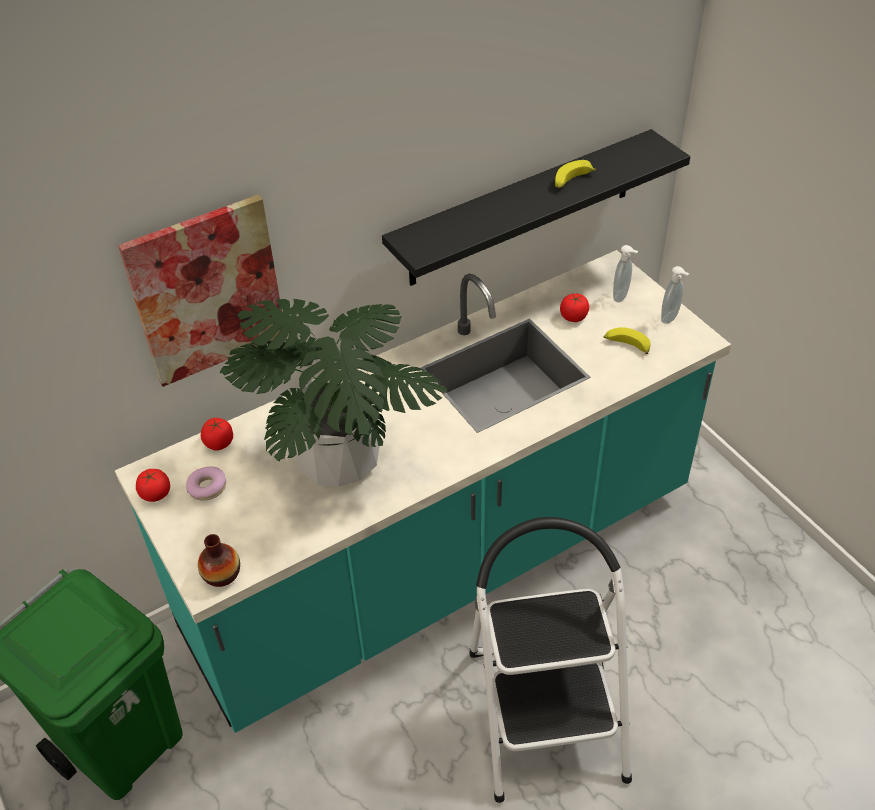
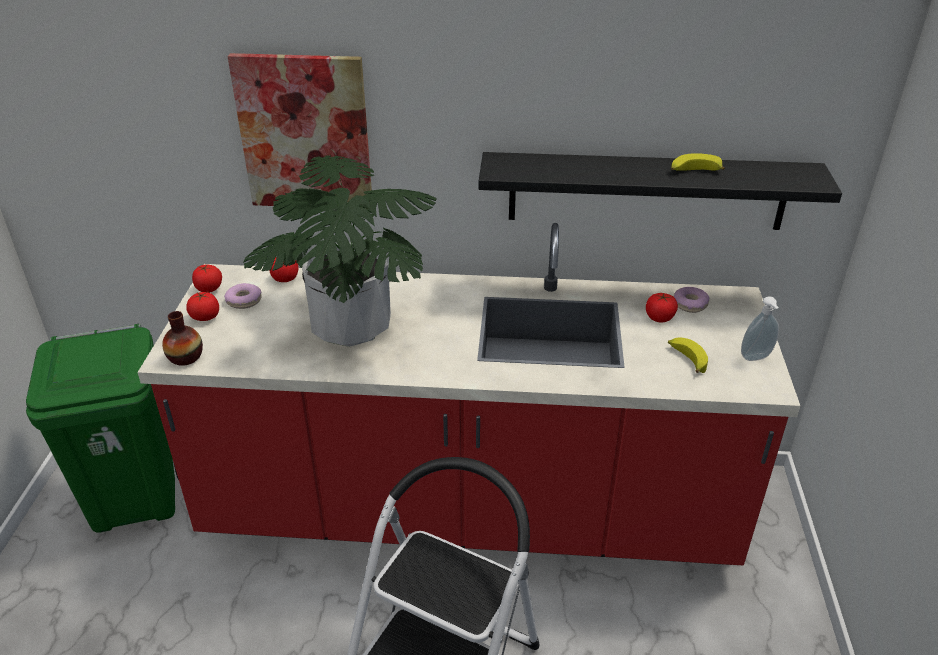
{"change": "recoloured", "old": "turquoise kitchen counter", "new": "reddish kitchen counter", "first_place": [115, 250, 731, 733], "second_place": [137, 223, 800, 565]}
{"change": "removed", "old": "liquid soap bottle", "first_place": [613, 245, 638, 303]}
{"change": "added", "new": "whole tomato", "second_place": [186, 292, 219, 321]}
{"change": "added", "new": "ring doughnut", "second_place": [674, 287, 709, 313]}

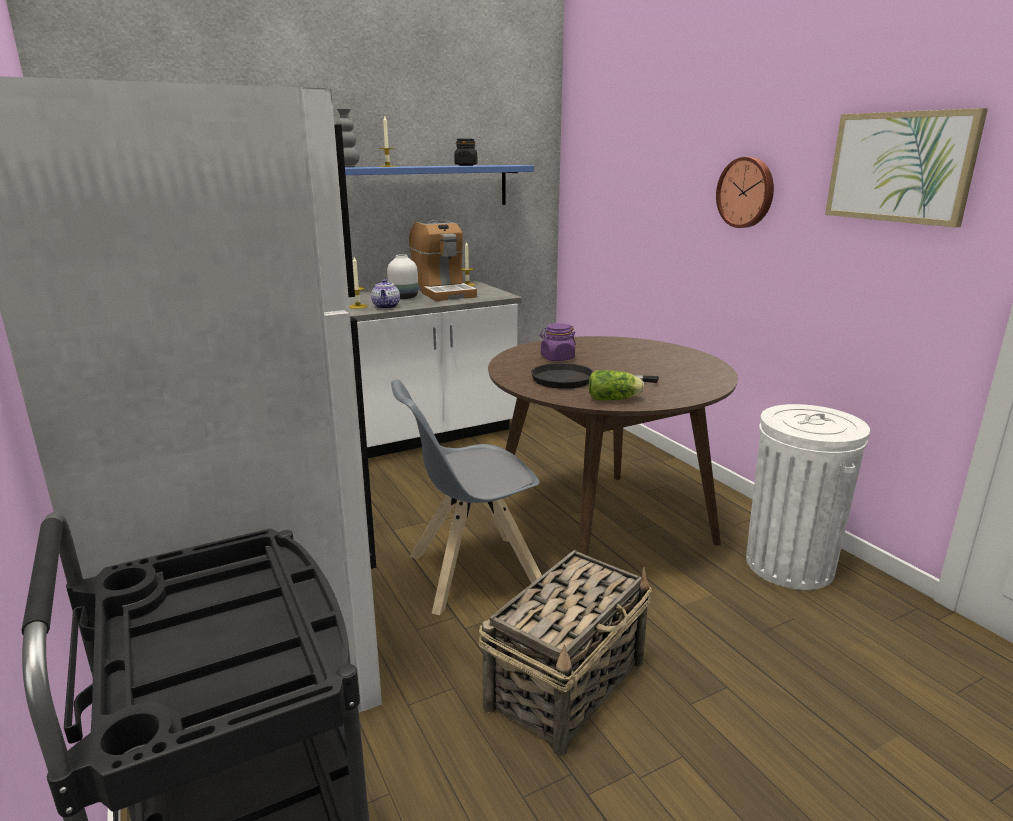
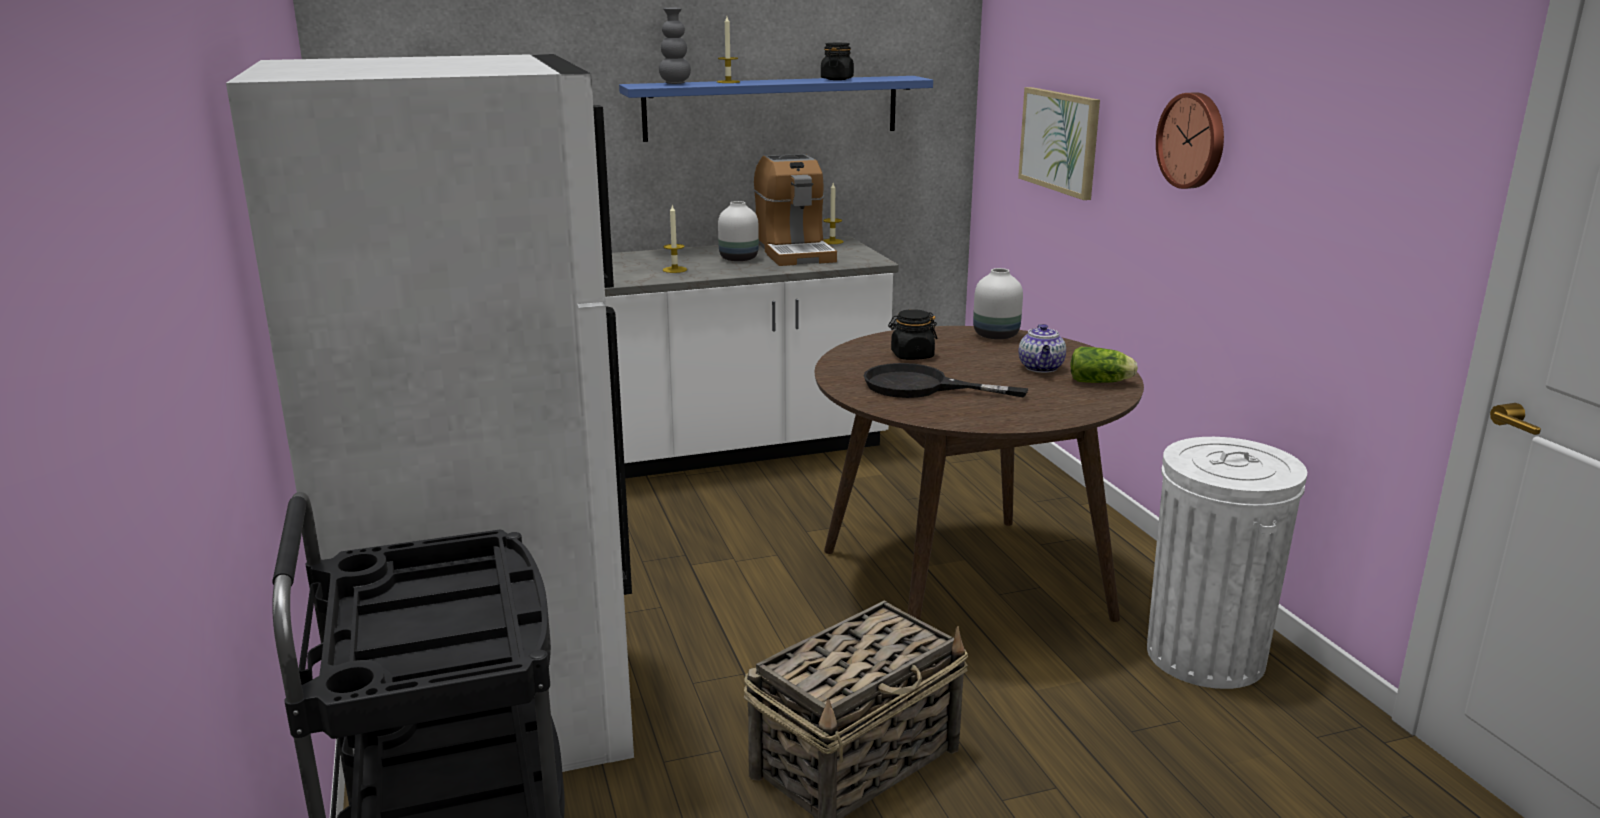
{"change": "moved", "old": "teapot", "first_place": [371, 279, 400, 309], "second_place": [1018, 324, 1066, 373]}
{"change": "removed", "old": "grey upright chair", "first_place": [391, 379, 542, 615]}
{"change": "recoloured", "old": "purple storage jar", "new": "blackish storage jar", "first_place": [540, 323, 576, 361], "second_place": [888, 309, 937, 360]}
{"change": "moved", "old": "lettuce head", "first_place": [589, 370, 644, 400], "second_place": [1070, 347, 1138, 383]}
{"change": "moved", "old": "wall art", "first_place": [825, 108, 988, 227], "second_place": [1018, 87, 1100, 200]}
{"change": "added", "new": "white vase", "second_place": [973, 268, 1023, 339]}

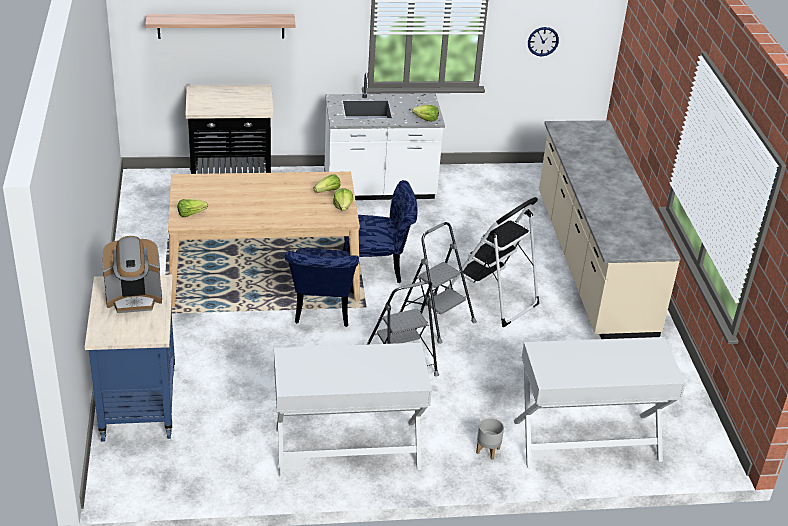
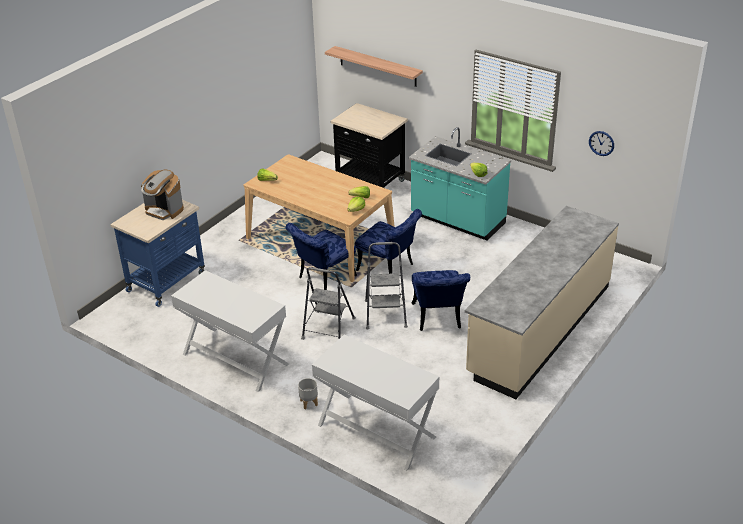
{"change": "recoloured", "old": "white kitchen counter", "new": "turquoise kitchen counter", "first_place": [324, 73, 445, 200], "second_place": [409, 127, 511, 241]}
{"change": "replaced", "old": "step ladder", "new": "blue-coloured upright chair", "first_place": [445, 197, 539, 327], "second_place": [412, 270, 470, 331]}

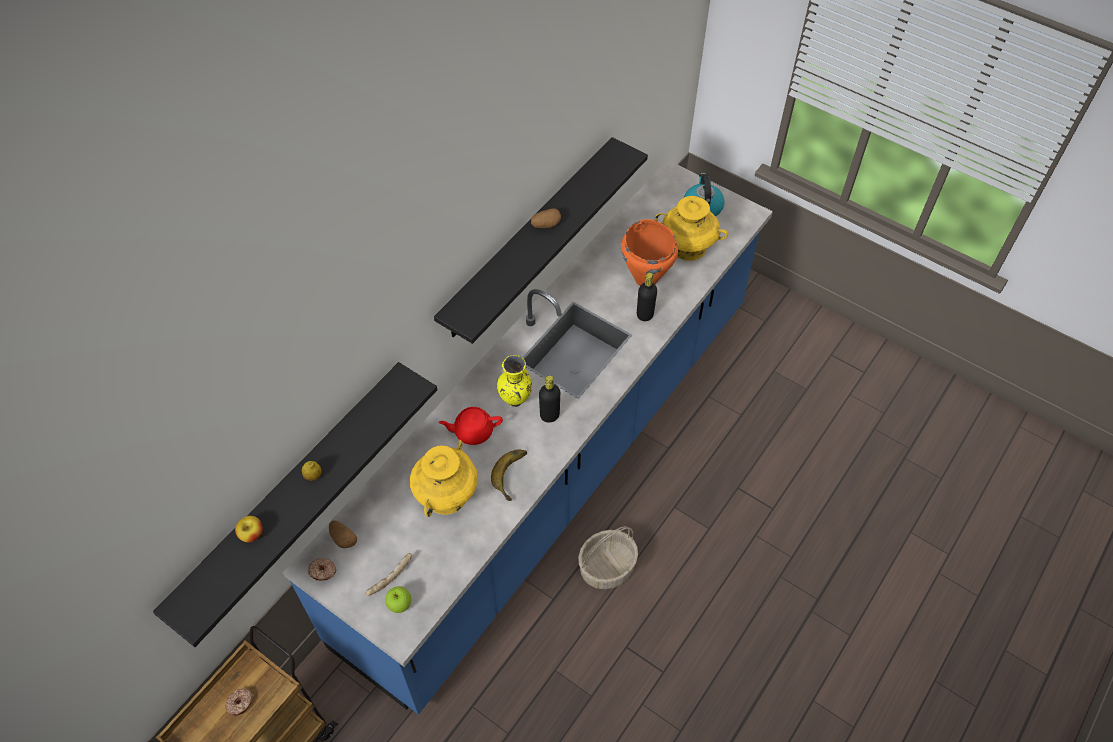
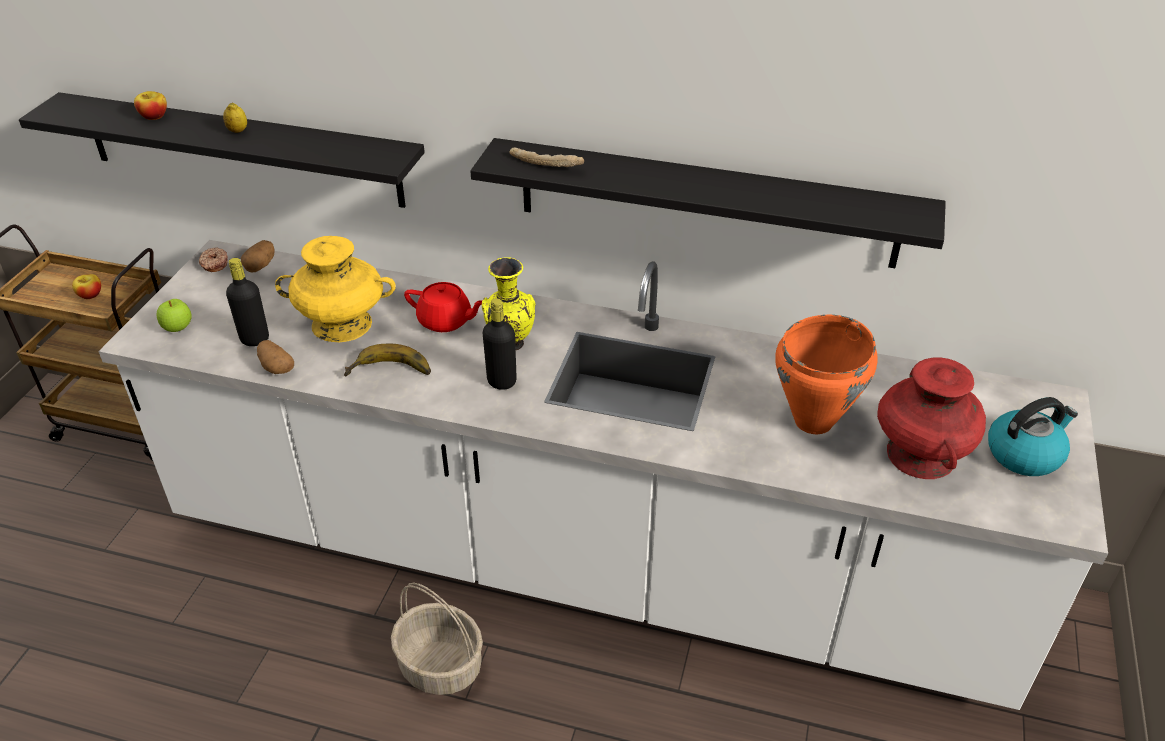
{"change": "replaced", "old": "ring doughnut", "new": "apple fruit", "first_place": [225, 688, 253, 716], "second_place": [72, 274, 101, 299]}
{"change": "recoloured", "old": "blue-coloured kitchen counter", "new": "white kitchen counter", "first_place": [283, 160, 773, 715], "second_place": [98, 240, 1108, 710]}
{"change": "moved", "old": "baked bread", "first_place": [365, 553, 412, 596], "second_place": [509, 148, 584, 167]}
{"change": "turned", "old": "reddish teapot", "first_place": [438, 407, 503, 445], "second_place": [404, 282, 482, 332], "degrees": 135}
{"change": "moved", "old": "spud", "first_place": [531, 208, 561, 228], "second_place": [257, 340, 294, 374]}
{"change": "moved", "old": "blackish bottle", "first_place": [637, 273, 657, 321], "second_place": [226, 258, 269, 346]}
{"change": "recoloured", "old": "yellow vase", "new": "reddish vase", "first_place": [655, 196, 729, 261], "second_place": [877, 357, 986, 479]}

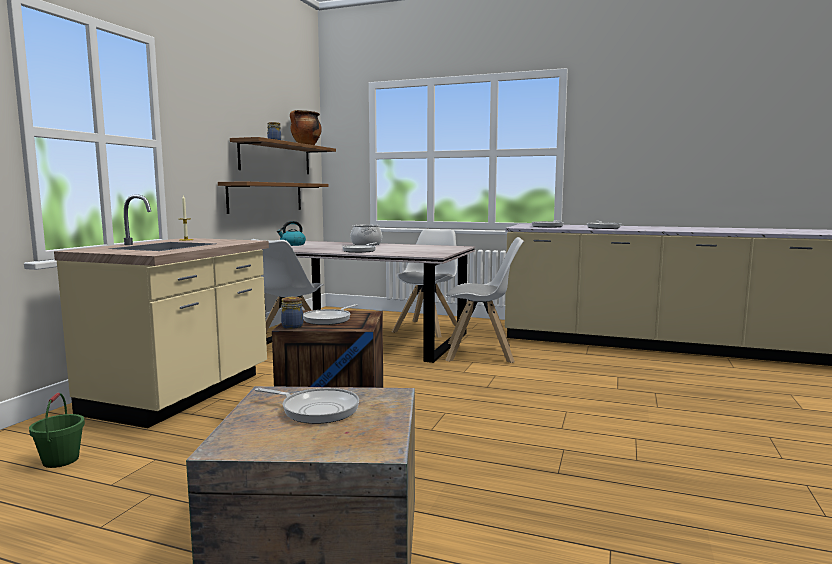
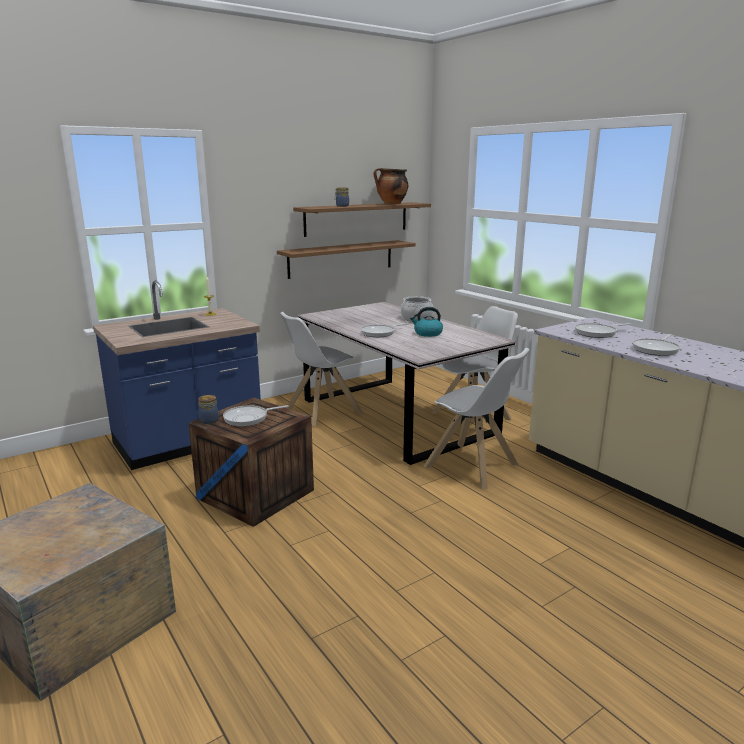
{"change": "removed", "old": "green water bucket", "first_place": [29, 393, 85, 468]}
{"change": "recoloured", "old": "beige-coloured kitchen counter", "new": "blue-coloured kitchen counter", "first_place": [54, 194, 269, 428], "second_place": [93, 280, 261, 470]}
{"change": "removed", "old": "pan", "first_place": [255, 388, 359, 424]}
{"change": "moved", "old": "tea kettle", "first_place": [277, 221, 306, 246], "second_place": [410, 307, 443, 337]}

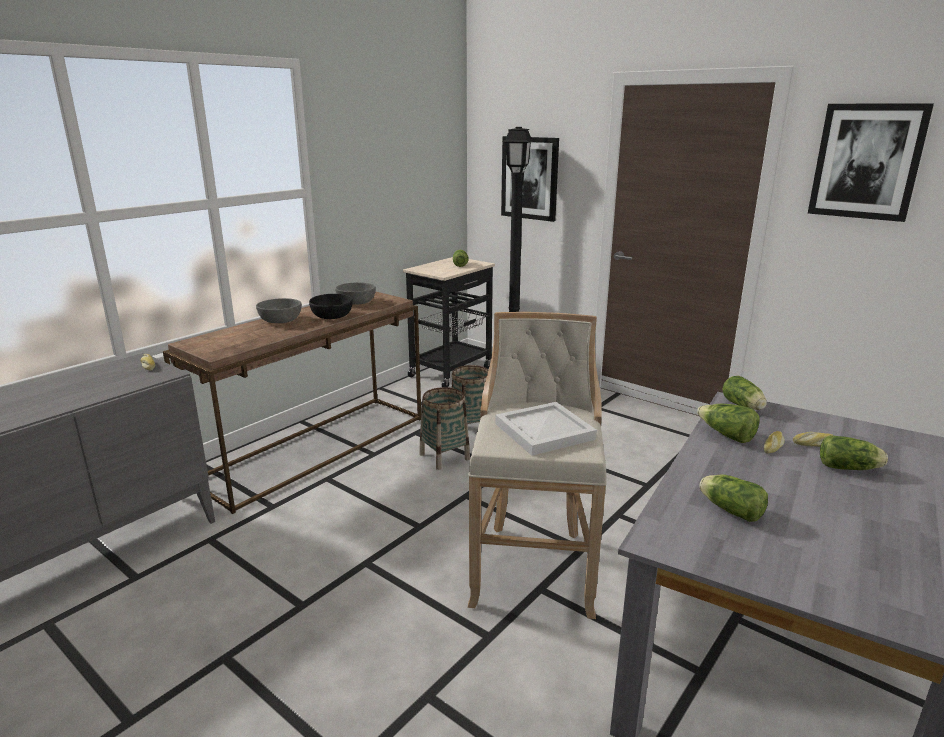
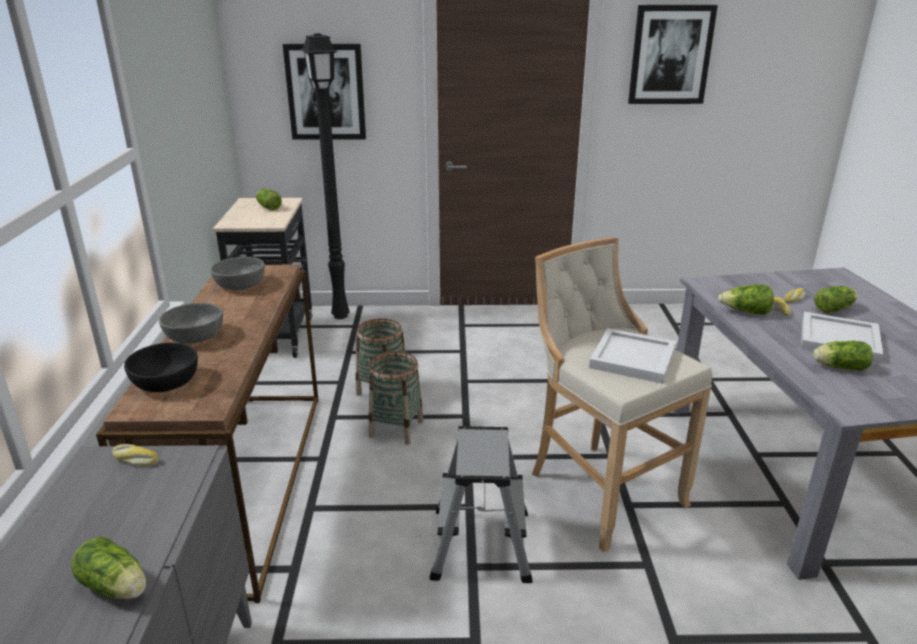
{"change": "moved", "old": "blackish serving bowl", "first_place": [309, 294, 353, 319], "second_place": [124, 342, 198, 392]}
{"change": "moved", "old": "lettuce head", "first_place": [723, 376, 767, 410], "second_place": [71, 537, 146, 599]}
{"change": "added", "new": "grey step ladder", "second_place": [429, 426, 533, 583]}
{"change": "added", "new": "white tray", "second_place": [801, 312, 884, 364]}

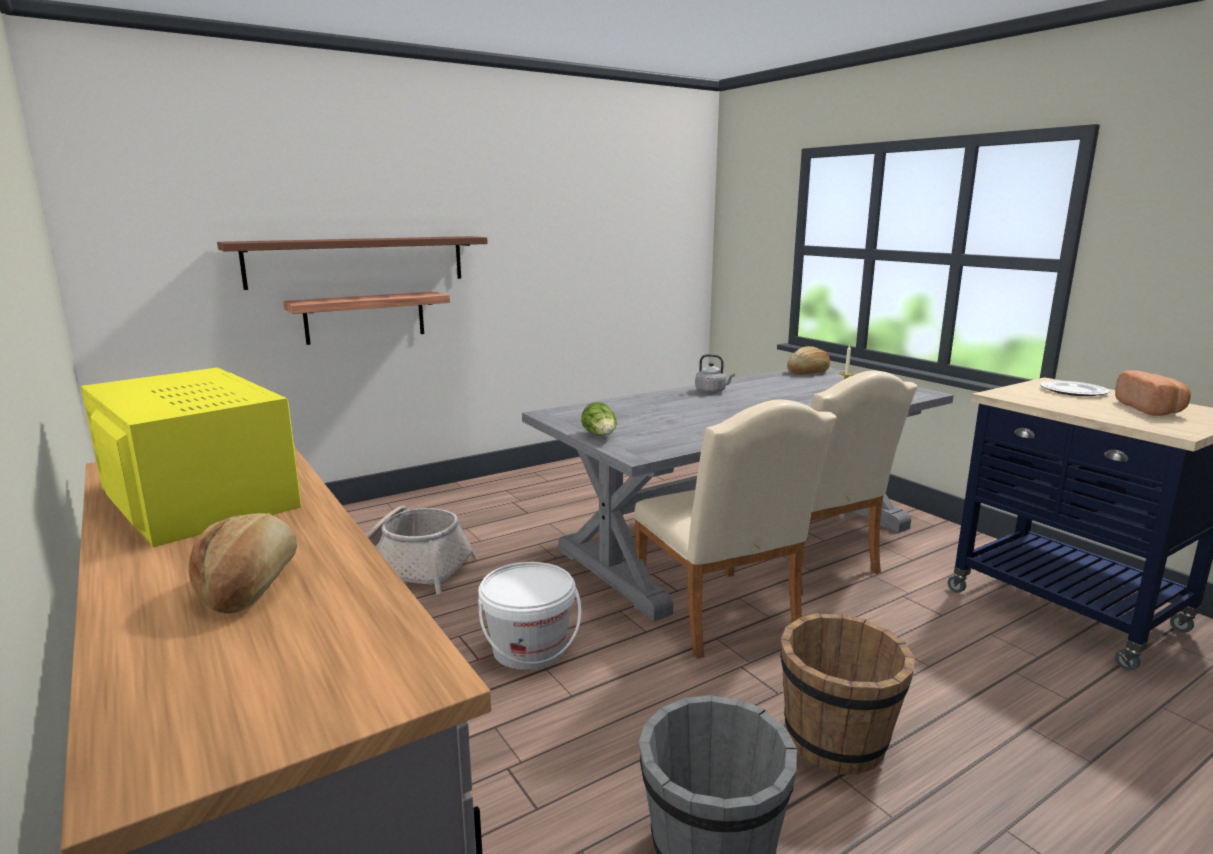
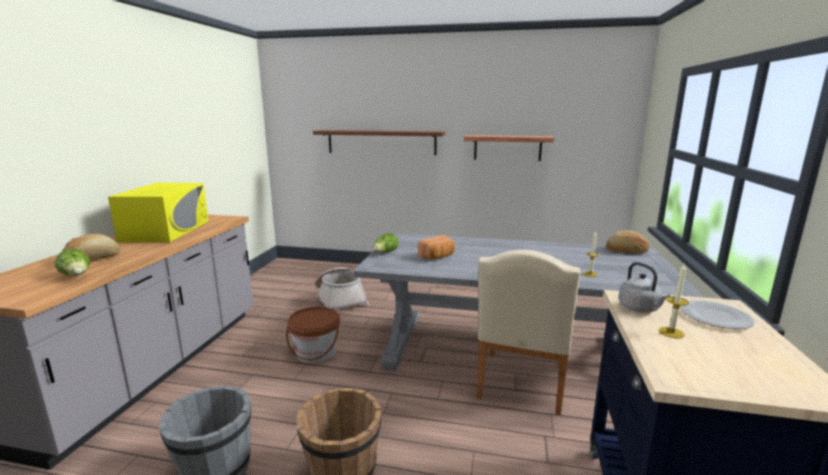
{"change": "moved", "old": "bracket shelf", "first_place": [283, 292, 450, 345], "second_place": [464, 135, 554, 161]}
{"change": "recoloured", "old": "white water bucket", "new": "brown water bucket", "first_place": [478, 562, 581, 670], "second_place": [286, 307, 340, 363]}
{"change": "removed", "old": "beige-coloured upright chair", "first_place": [634, 400, 836, 659]}
{"change": "moved", "old": "grey tea kettle", "first_place": [695, 354, 735, 393], "second_place": [618, 262, 670, 313]}
{"change": "moved", "old": "baked bread", "first_place": [1115, 370, 1191, 416], "second_place": [418, 235, 455, 259]}
{"change": "added", "new": "lettuce head", "second_place": [55, 248, 90, 276]}
{"change": "added", "new": "wax candle", "second_place": [659, 263, 689, 339]}

